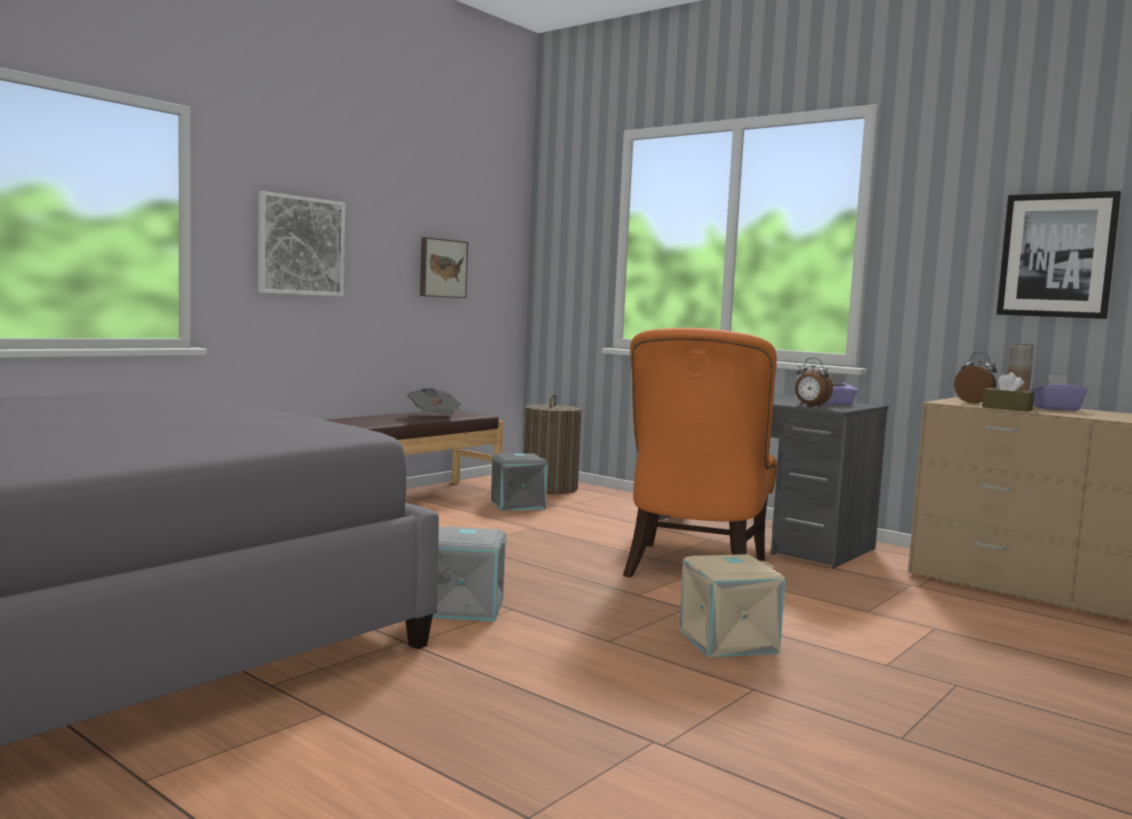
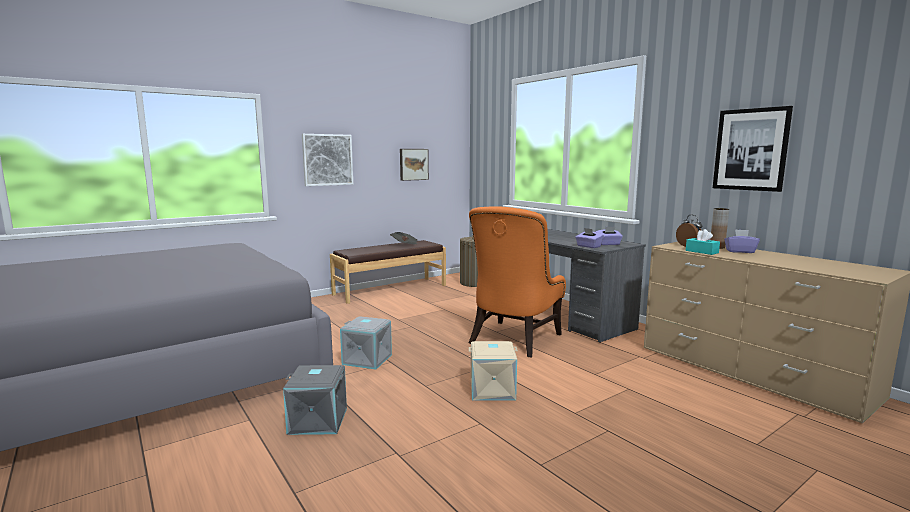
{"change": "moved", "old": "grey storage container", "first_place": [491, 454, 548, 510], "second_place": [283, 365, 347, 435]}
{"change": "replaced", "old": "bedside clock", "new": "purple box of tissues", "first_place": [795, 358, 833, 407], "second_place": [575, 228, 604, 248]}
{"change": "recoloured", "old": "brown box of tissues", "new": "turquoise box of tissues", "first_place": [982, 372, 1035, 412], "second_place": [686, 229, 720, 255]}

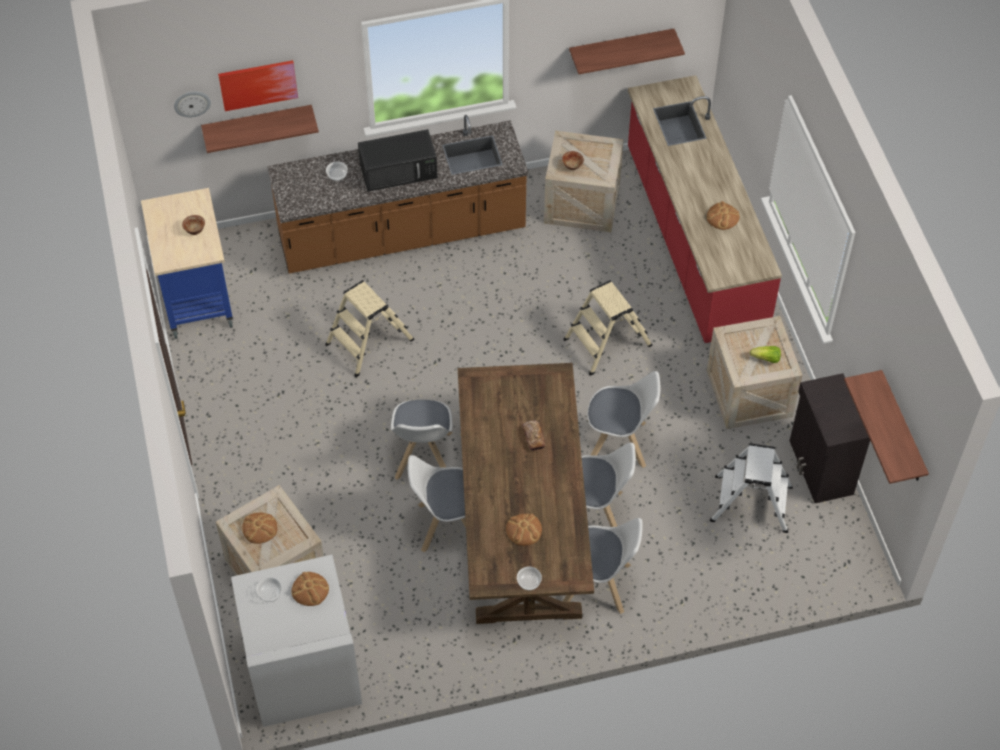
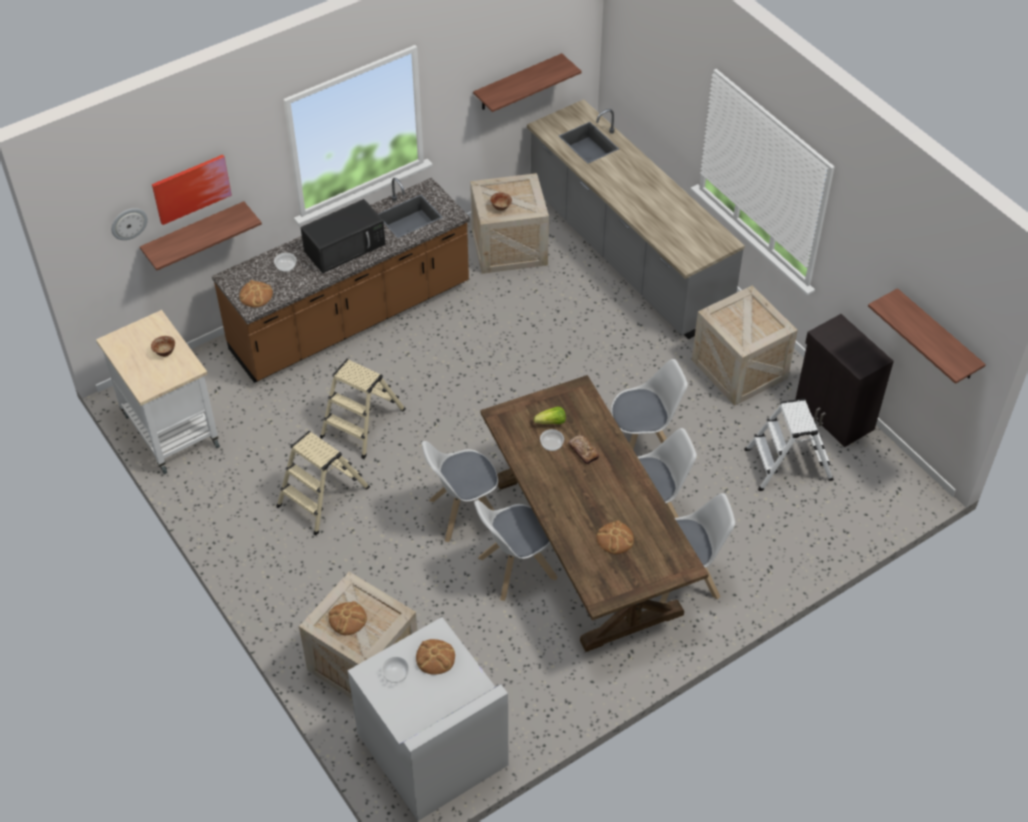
{"change": "recoloured", "old": "blue-coloured cart", "new": "white cart", "first_place": [141, 188, 233, 339], "second_place": [96, 310, 220, 474]}
{"change": "turned", "old": "upright chair", "first_place": [391, 400, 452, 480], "second_place": [422, 441, 498, 542], "degrees": 90}
{"change": "moved", "old": "serving bowl", "first_place": [517, 566, 542, 590], "second_place": [540, 429, 564, 451]}
{"change": "moved", "old": "beige-coloured step ladder", "first_place": [563, 280, 653, 376], "second_place": [276, 430, 370, 536]}
{"change": "recoloured", "old": "reddish kitchen counter", "new": "grey kitchen counter", "first_place": [628, 75, 782, 343], "second_place": [527, 99, 745, 339]}
{"change": "moved", "old": "baked bread", "first_place": [707, 201, 740, 230], "second_place": [239, 280, 273, 307]}
{"change": "moved", "old": "lettuce head", "first_place": [750, 346, 781, 363], "second_place": [534, 406, 566, 424]}

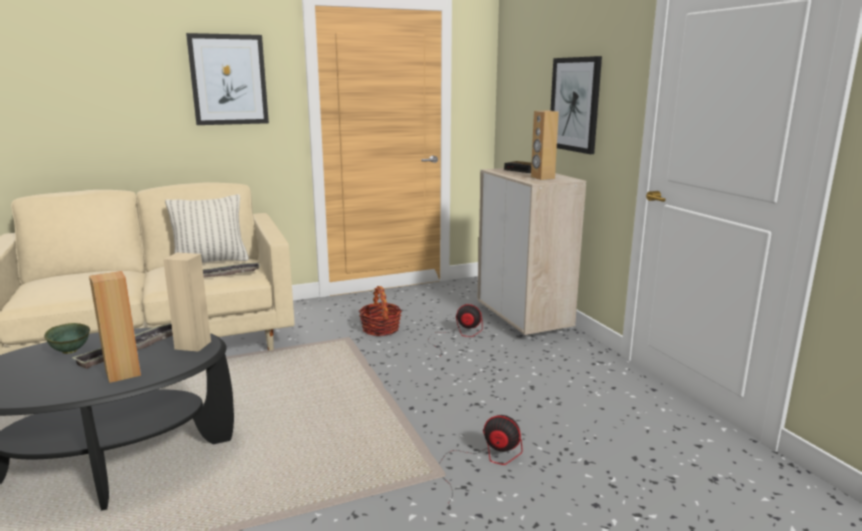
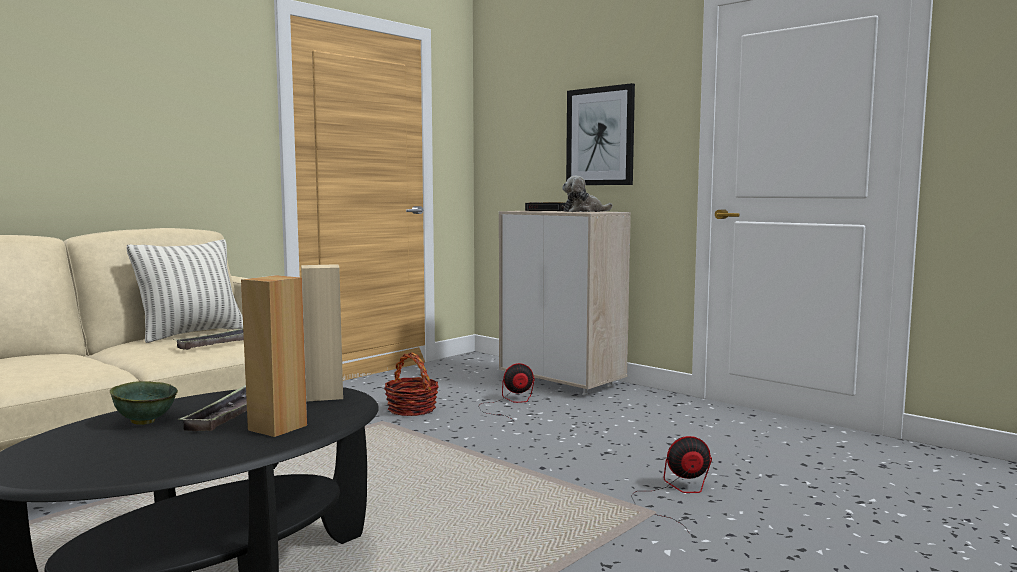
{"change": "removed", "old": "wall art", "first_place": [186, 33, 269, 125]}
{"change": "replaced", "old": "brown speaker", "new": "plush toy", "first_place": [531, 111, 559, 180], "second_place": [562, 176, 613, 212]}

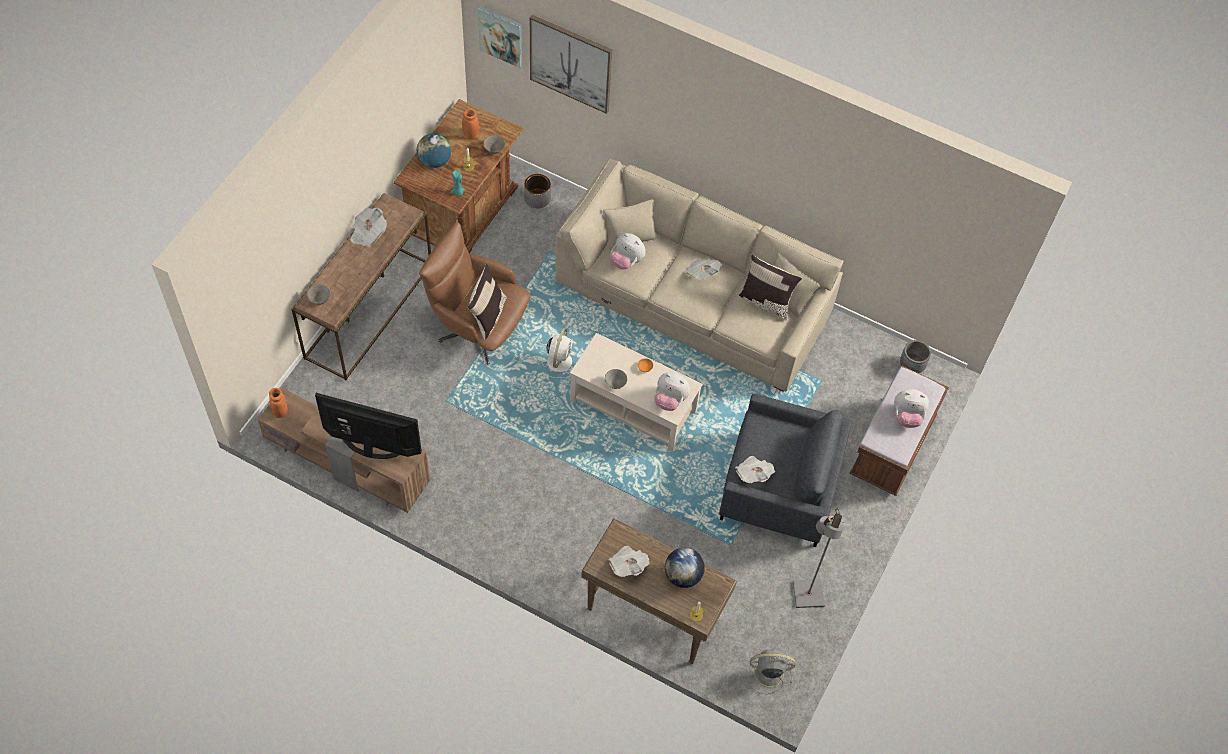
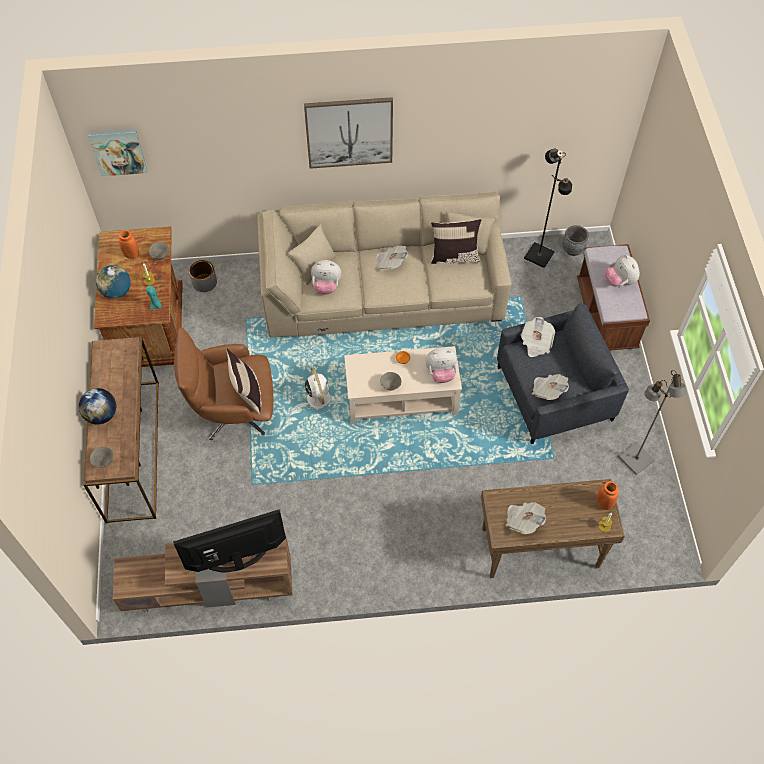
{"change": "moved", "old": "orange-coloured vase", "first_place": [269, 388, 287, 418], "second_place": [597, 481, 619, 510]}
{"change": "moved", "old": "daily paper", "first_place": [350, 207, 387, 247], "second_place": [521, 317, 555, 357]}
{"change": "moved", "old": "wall art", "first_place": [530, 15, 612, 114], "second_place": [304, 97, 393, 169]}
{"change": "moved", "old": "desk globe", "first_place": [665, 548, 705, 588], "second_place": [79, 388, 116, 425]}
{"change": "removed", "old": "grey electric fan", "first_place": [746, 650, 795, 694]}
{"change": "turned", "old": "plush toy", "first_place": [894, 389, 929, 428], "second_place": [605, 255, 640, 286], "degrees": 90}
{"change": "added", "new": "blackish standard lamp", "second_place": [524, 149, 572, 268]}

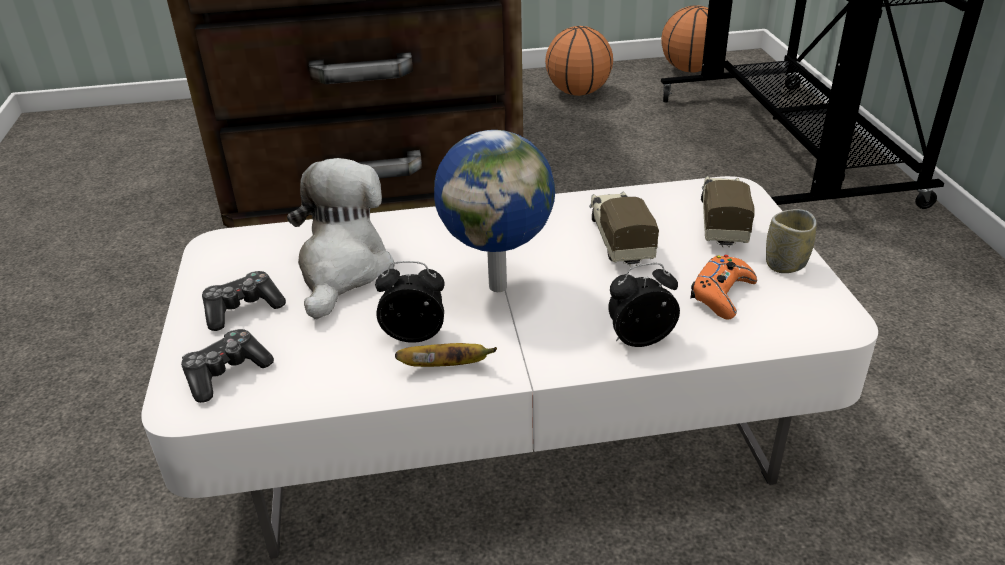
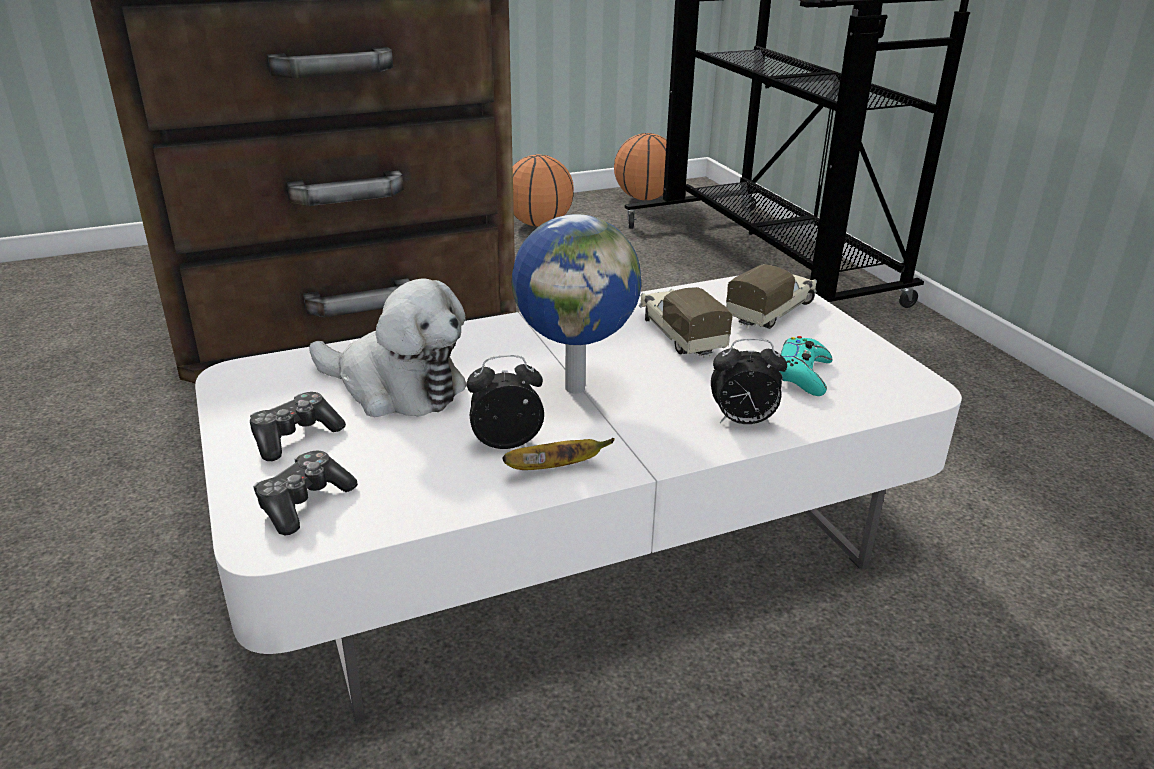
{"change": "turned", "old": "plush toy", "first_place": [287, 158, 394, 319], "second_place": [309, 278, 467, 417], "degrees": 120}
{"change": "turned", "old": "bedside clock", "first_place": [608, 263, 680, 347], "second_place": [711, 338, 787, 424], "degrees": -150}
{"change": "recoloured", "old": "orange-coloured game controller", "new": "turquoise game controller", "first_place": [690, 255, 757, 320], "second_place": [779, 336, 832, 396]}
{"change": "turned", "old": "model truck", "first_place": [701, 176, 754, 248], "second_place": [726, 264, 817, 329], "degrees": 45}
{"change": "removed", "old": "small cup", "first_place": [766, 209, 817, 273]}

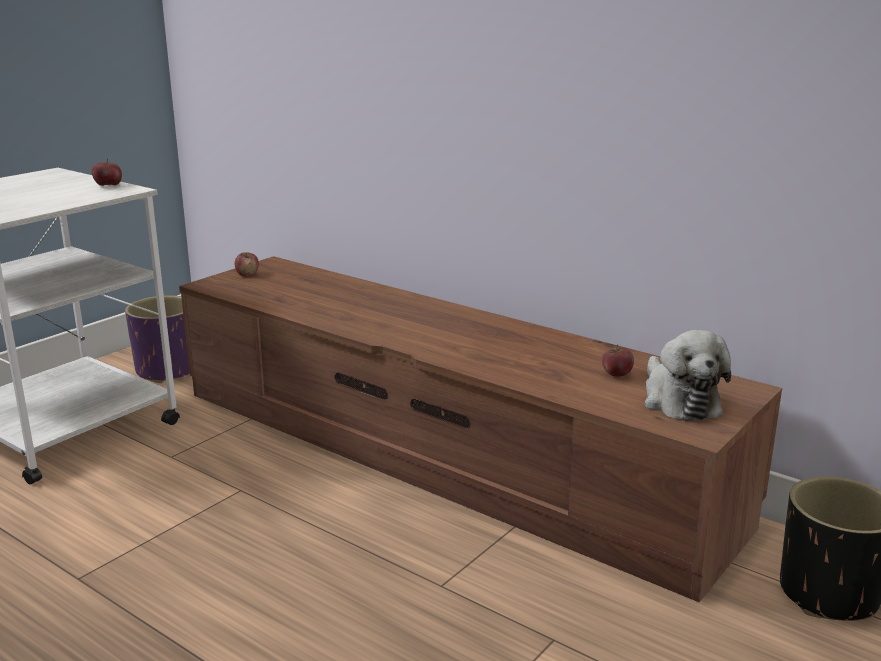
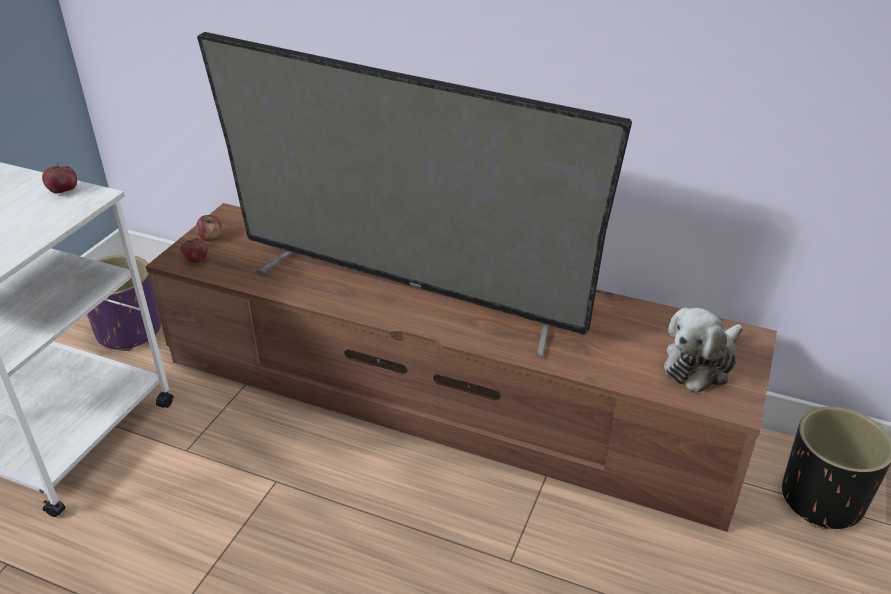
{"change": "moved", "old": "apple fruit", "first_place": [602, 345, 634, 377], "second_place": [180, 237, 207, 263]}
{"change": "turned", "old": "plush toy", "first_place": [645, 330, 731, 421], "second_place": [664, 308, 743, 393], "degrees": 75}
{"change": "added", "new": "TV", "second_place": [197, 32, 632, 359]}

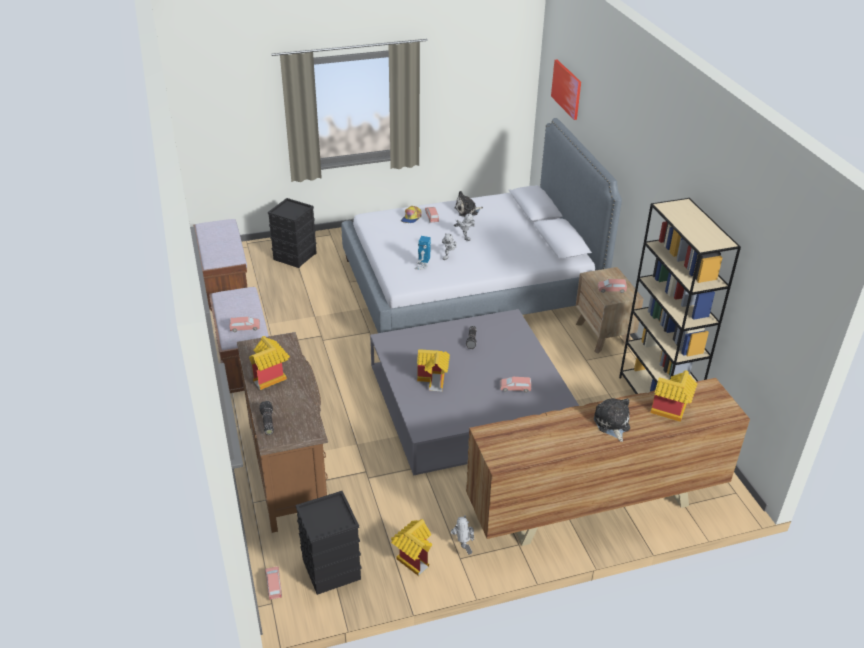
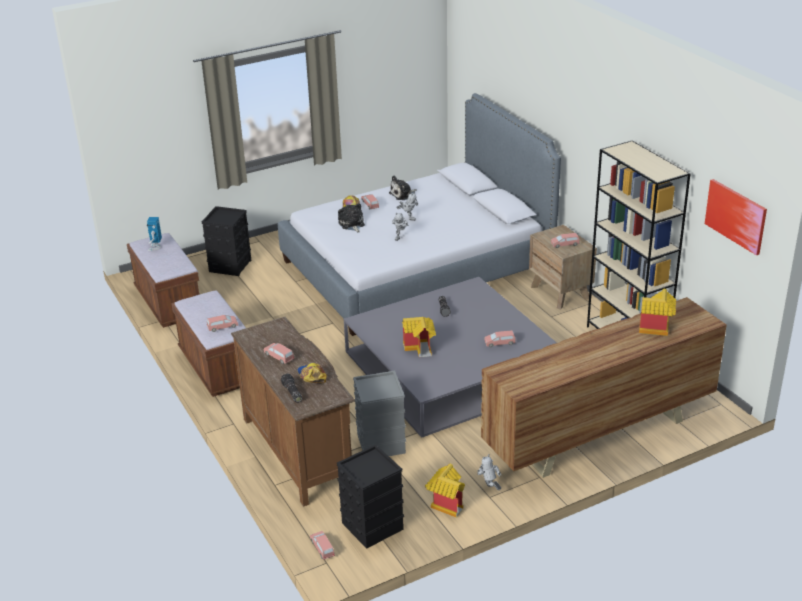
{"change": "replaced", "old": "model house", "new": "pinkish miniature car", "first_place": [249, 336, 290, 390], "second_place": [264, 343, 294, 364]}
{"change": "moved", "old": "model robot", "first_place": [414, 236, 431, 270], "second_place": [147, 217, 162, 251]}
{"change": "moved", "old": "wall art", "first_place": [551, 60, 581, 120], "second_place": [705, 179, 767, 255]}
{"change": "moved", "old": "plush toy", "first_place": [594, 398, 630, 442], "second_place": [338, 203, 365, 233]}
{"change": "added", "new": "cap", "second_place": [297, 363, 327, 383]}
{"change": "added", "new": "grey storage container", "second_place": [353, 371, 406, 456]}

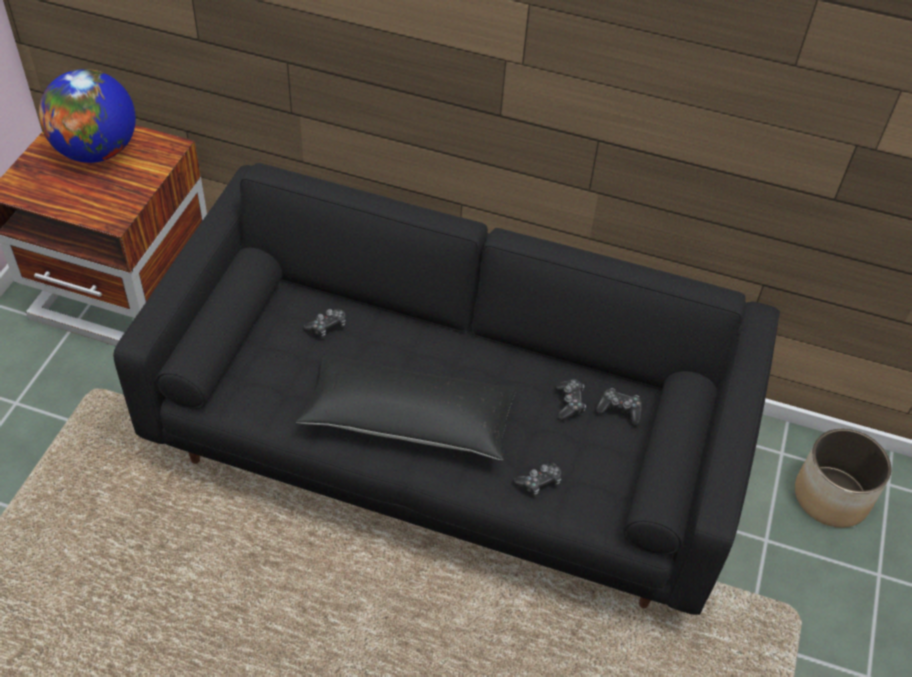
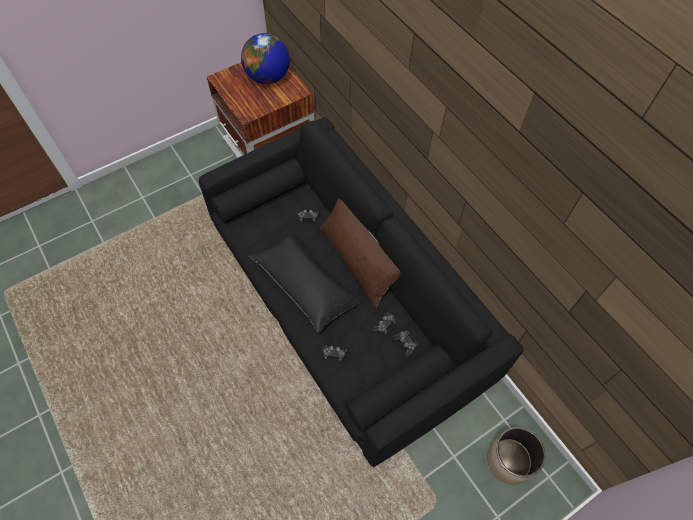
{"change": "added", "new": "brown cushion", "second_place": [320, 199, 400, 308]}

